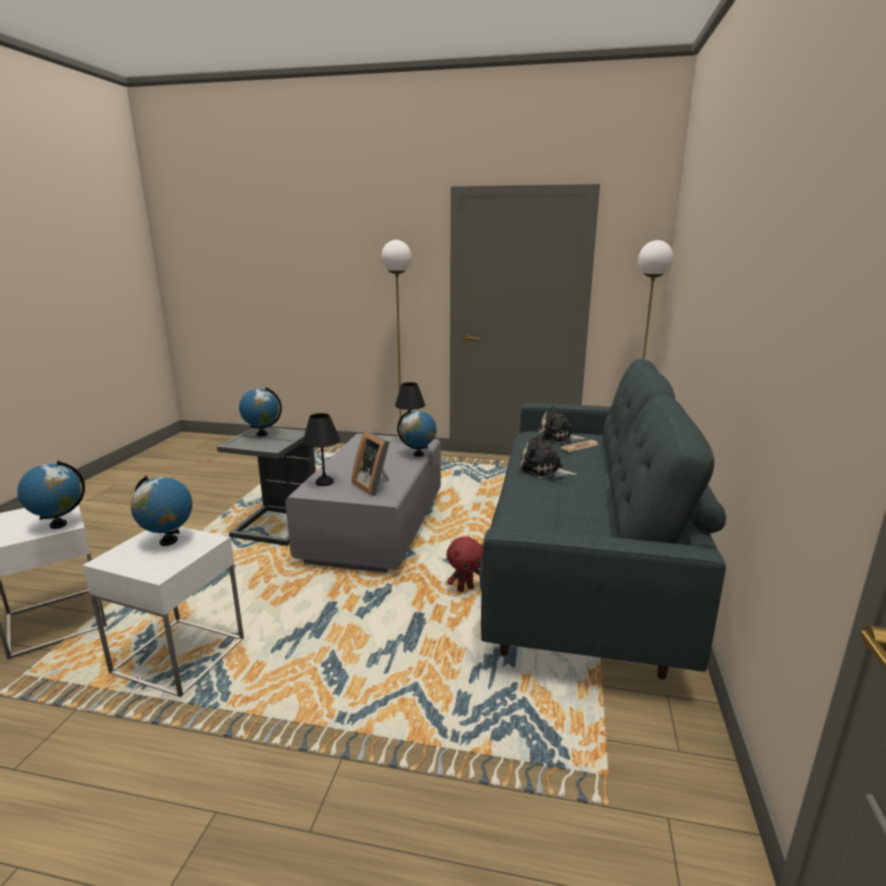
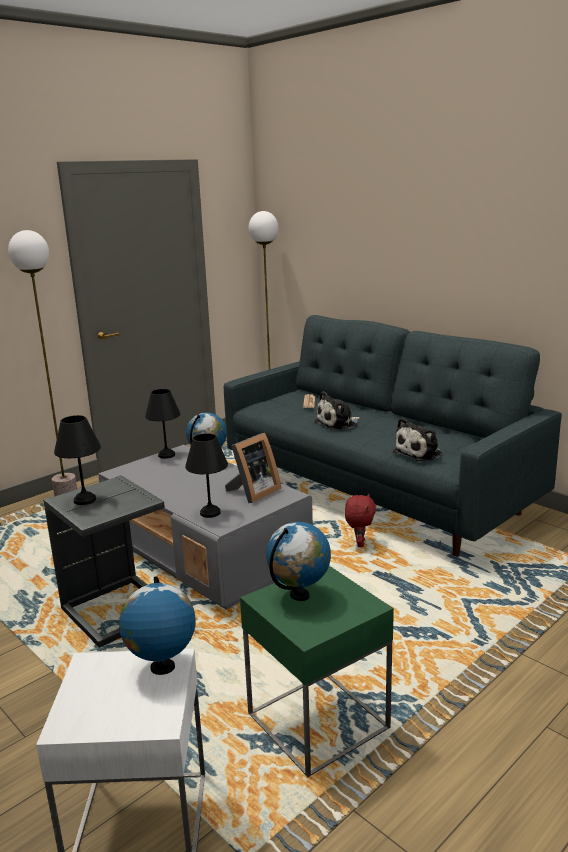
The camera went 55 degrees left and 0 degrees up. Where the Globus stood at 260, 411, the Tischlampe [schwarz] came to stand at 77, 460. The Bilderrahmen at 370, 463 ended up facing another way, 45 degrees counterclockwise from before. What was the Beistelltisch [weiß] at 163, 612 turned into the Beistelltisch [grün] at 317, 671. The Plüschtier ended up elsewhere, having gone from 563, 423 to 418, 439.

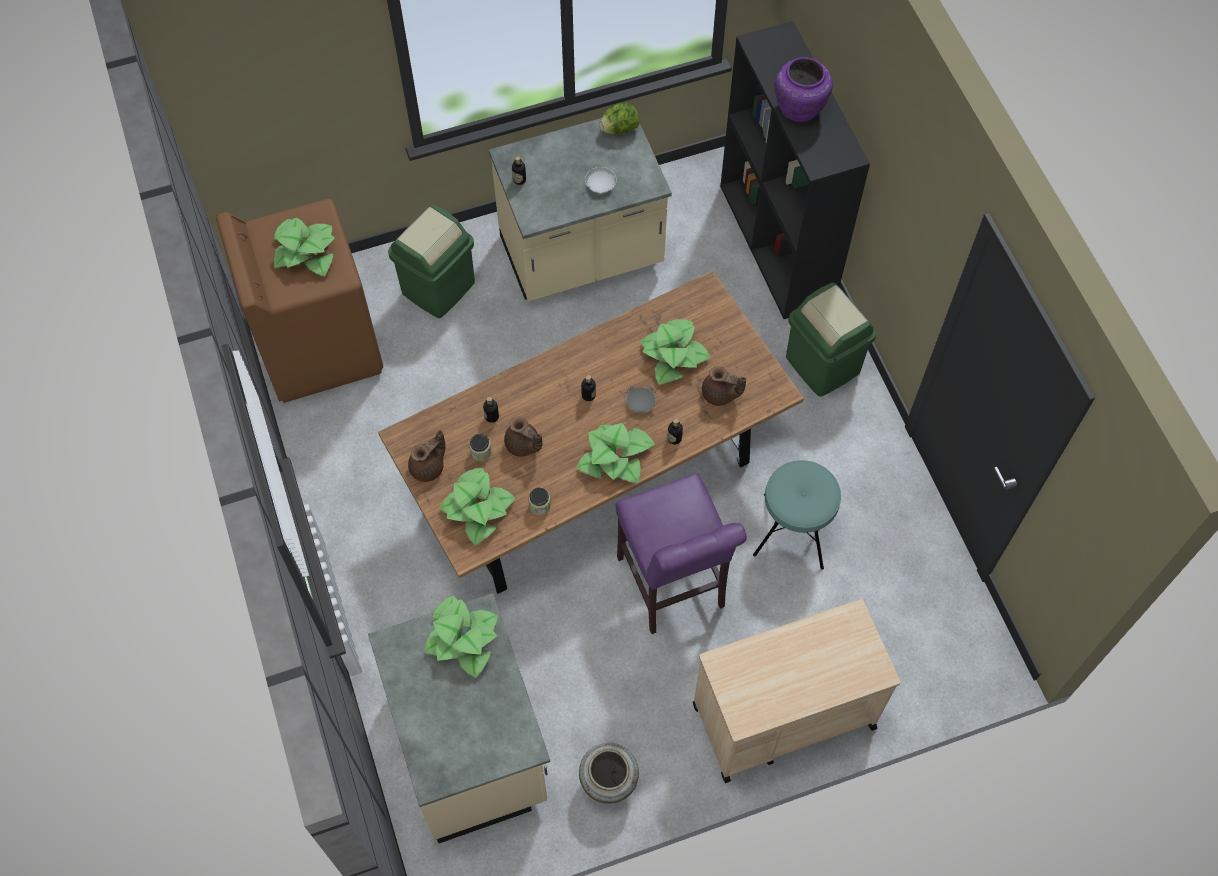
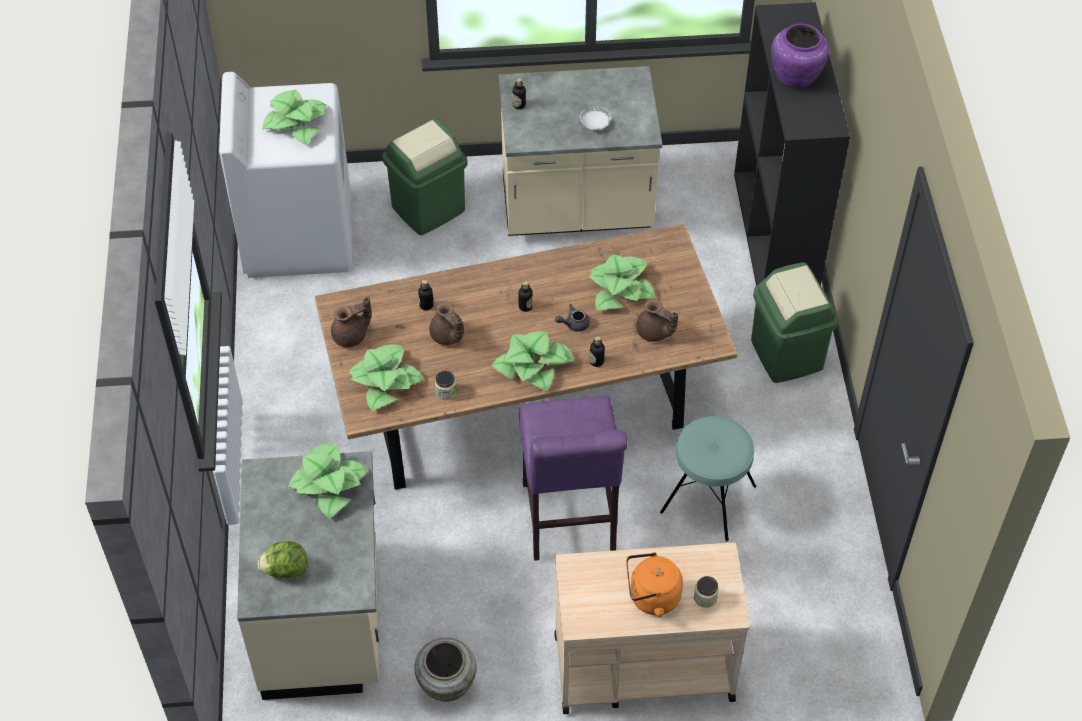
The camera went 15 degrees right and 10 degrees down. What was the Waschmaschine [braun] at 299, 300 turned into the Waschmaschine [weiß] at 285, 175. The Salatkopf ended up elsewhere, having gone from 619, 118 to 283, 559. Where the Teller [grau] stood at 641, 398, the Teekanne [grau] came to stand at 572, 318. The second view gained the Wasserkessel [orange] at 654, 584. The Vorratsglas ended up elsewhere, having gone from 480, 447 to 706, 592.

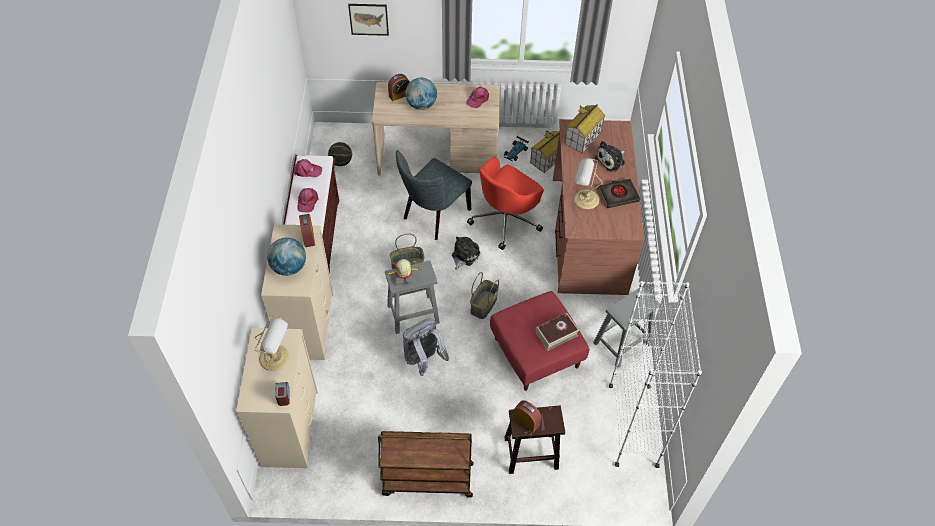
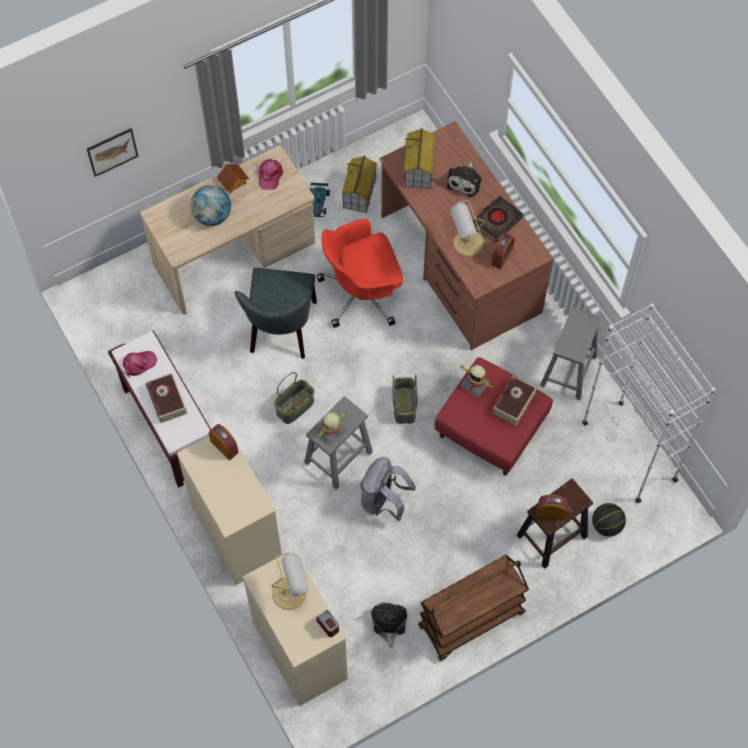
The camera went 30 degrees left and 10 degrees up. Where the Kappe [rosa] stood at 308, 200, the Buch came to stand at 167, 398. The second view gained the Spielzeughaus at 233, 178. The Bürostuhl [rot] at 505, 203 ended up facing another way, 60 degrees clockwise from before. The Plüschtier ended up elsewhere, having gone from 466, 253 to 389, 625. The second view gained the Spielzeugroboter at 476, 381. The Wecker ended up elsewhere, having gone from 399, 87 to 503, 251. The Basketball ended up elsewhere, having gone from 340, 154 to 609, 520. The second view lost the Globus at 286, 257.

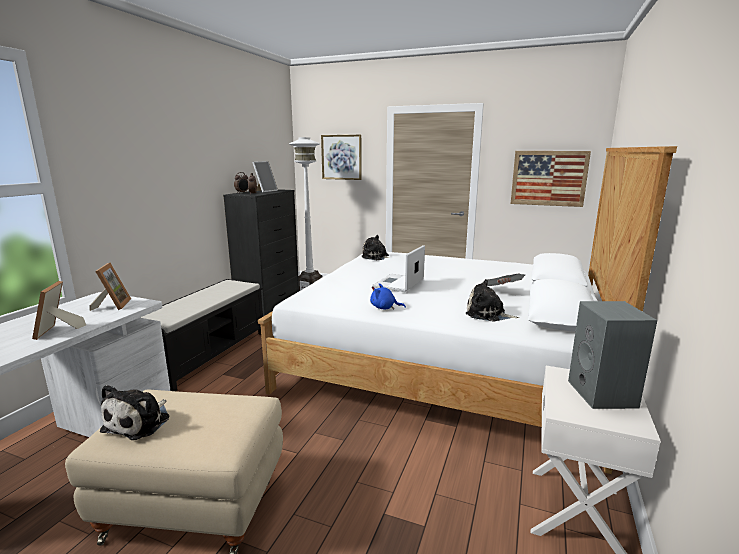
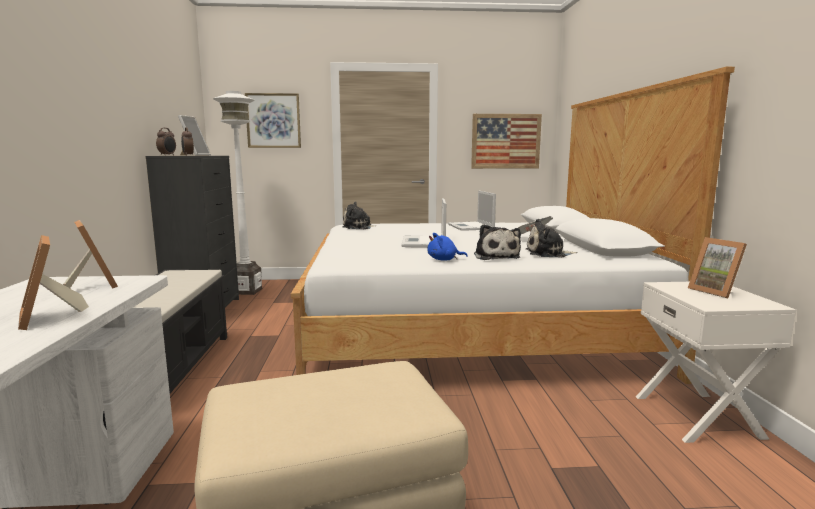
The camera went 25 degrees left and 5 degrees down. The second view gained the Laptop at 472, 210. The Plüschtier ended up elsewhere, having gone from 134, 412 to 497, 242. Where the Lautsprecher [grau] stood at 612, 355, the Bilderrahmen came to stand at 717, 267.

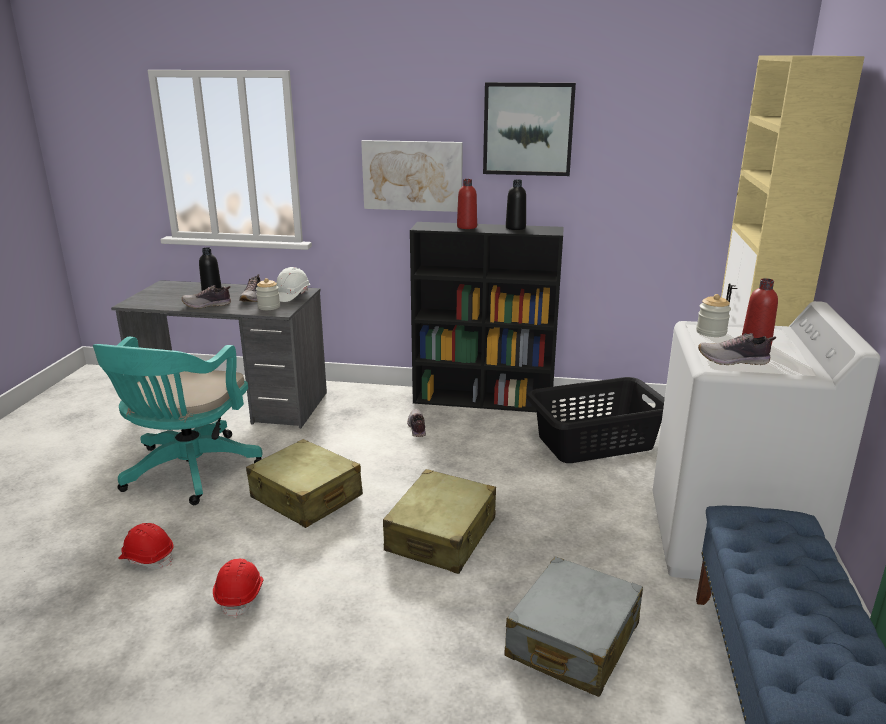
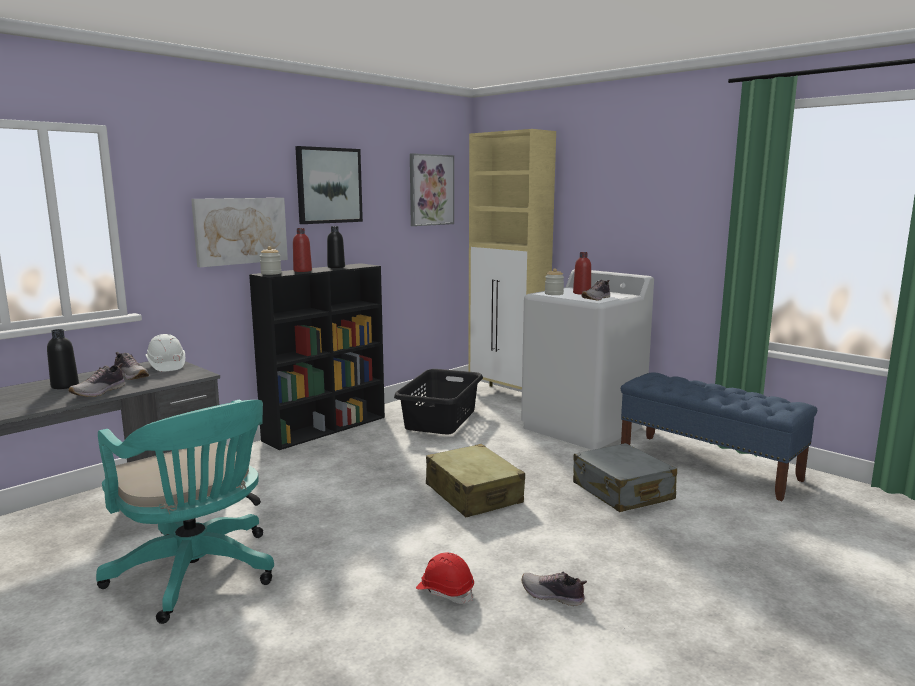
The camera went 55 degrees left and 10 degrees down. The Vorratsglas ended up elsewhere, having gone from 268, 294 to 270, 260. The second view gained the Bild at 432, 189. The Schuh ended up elsewhere, having gone from 416, 423 to 554, 589. The second view lost the Schutzhelm [rot] at 146, 546. The second view lost the Koffer [beige] at 304, 483.

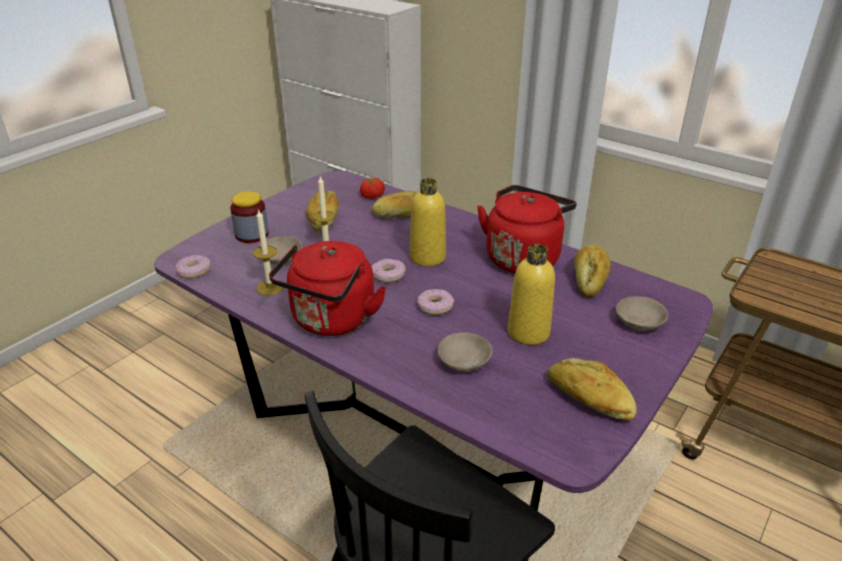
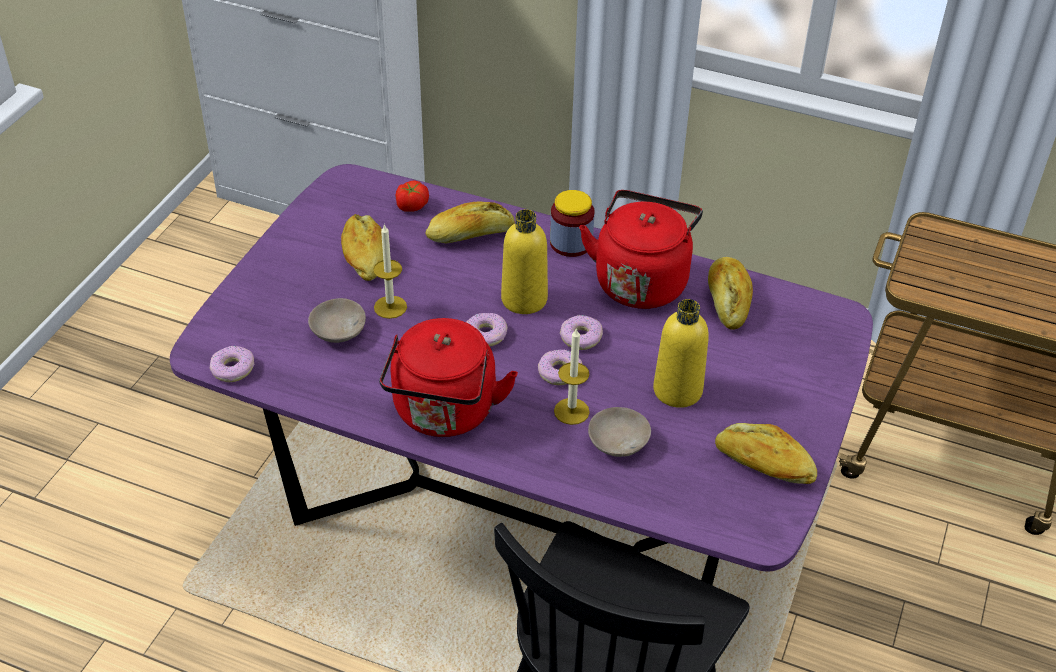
The camera went 15 degrees left and 10 degrees up. The Vorratsglas ended up elsewhere, having gone from 249, 217 to 572, 223. The Kerze ended up elsewhere, having gone from 268, 252 to 572, 376. The second view gained the Donut at 581, 332. The second view lost the Schüssel [beige] at 642, 313.

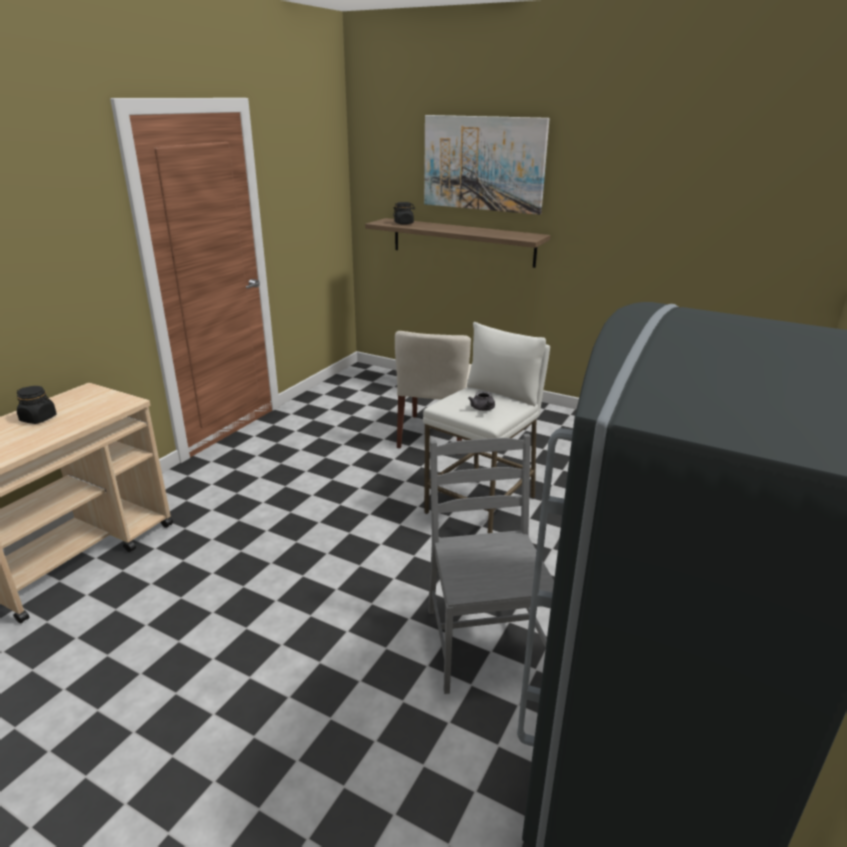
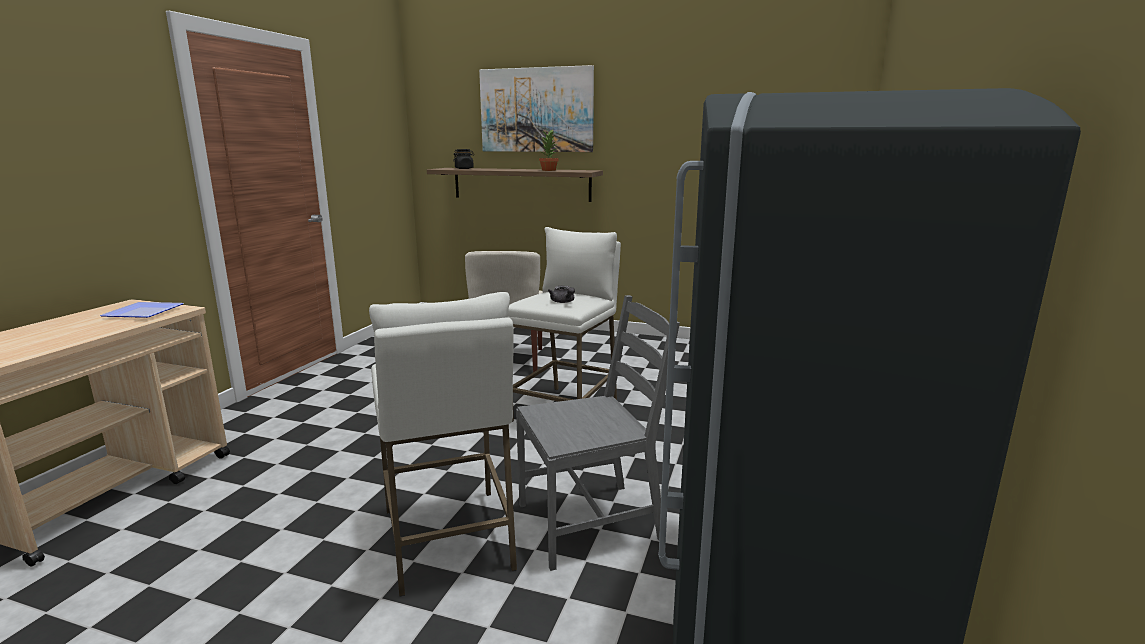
The camera went 10 degrees left and 10 degrees down. The second view gained the Teller at 142, 310. The second view gained the Hocker [weiß] at 443, 444. The Stuhl [grau] at 491, 564 ended up facing another way, 90 degrees clockwise from before. The second view gained the Topfpflanze at 548, 150. The second view lost the Vorratsglas [schwarz] at 36, 405.

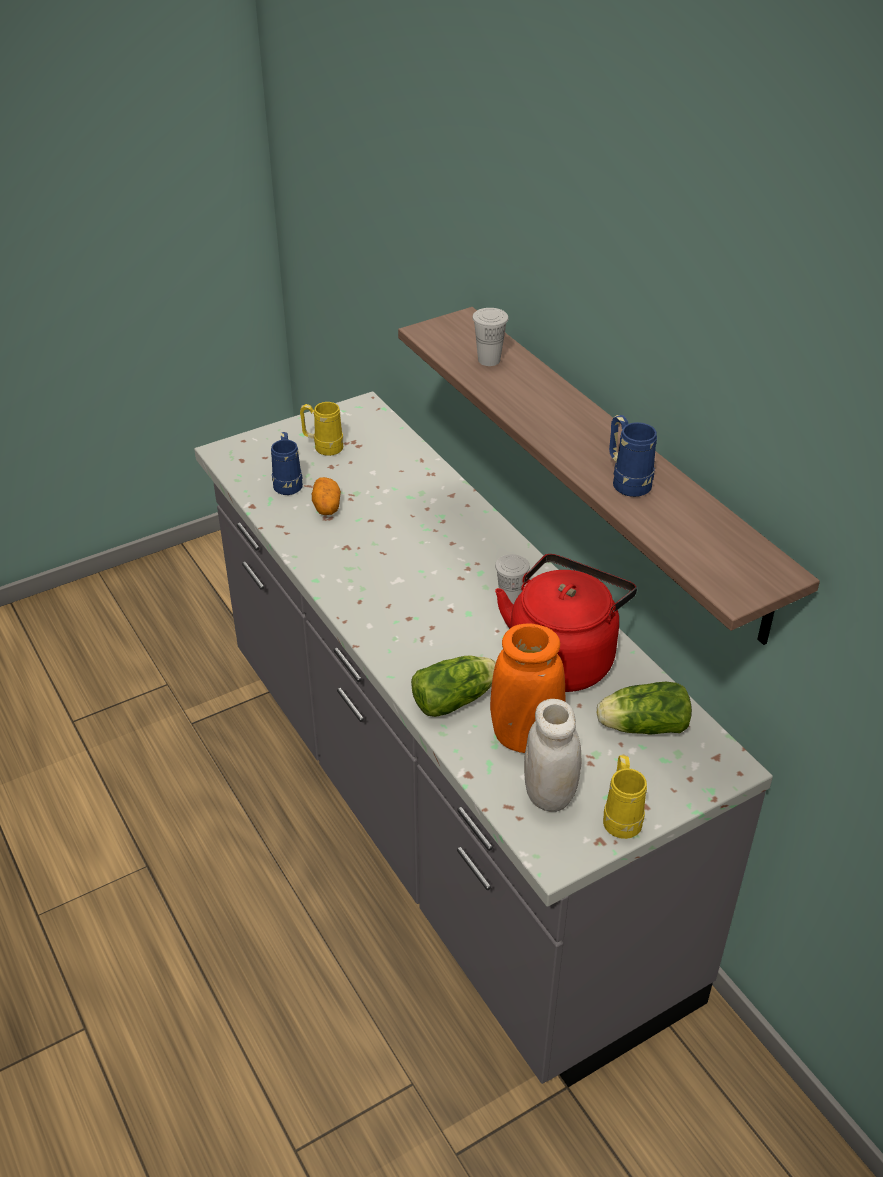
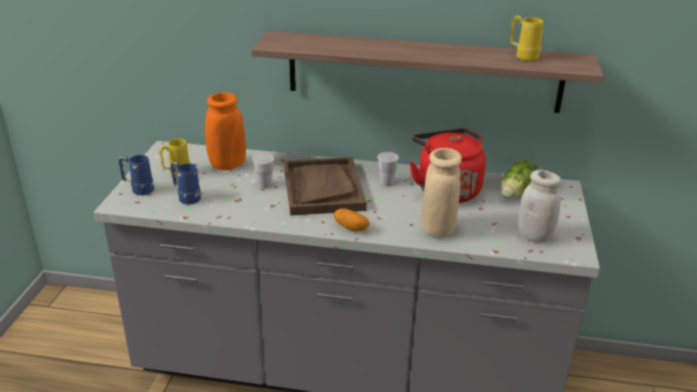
The camera went 50 degrees left and 10 degrees down. The Henkelbecher [blau] ended up elsewhere, having gone from 633, 456 to 136, 175. The Vase [orange] ended up elsewhere, having gone from 528, 688 to 225, 131. The Tasse [weiß] ended up elsewhere, having gone from 490, 337 to 264, 171. The second view gained the Tablett [braun] at 325, 186. The Kartoffel ended up elsewhere, having gone from 326, 496 to 352, 220. Where the Salatkopf stood at 453, 686, the Vase [beige] came to stand at 441, 192. The Henkelbecher [gelb] ended up elsewhere, having gone from 625, 796 to 527, 38.

